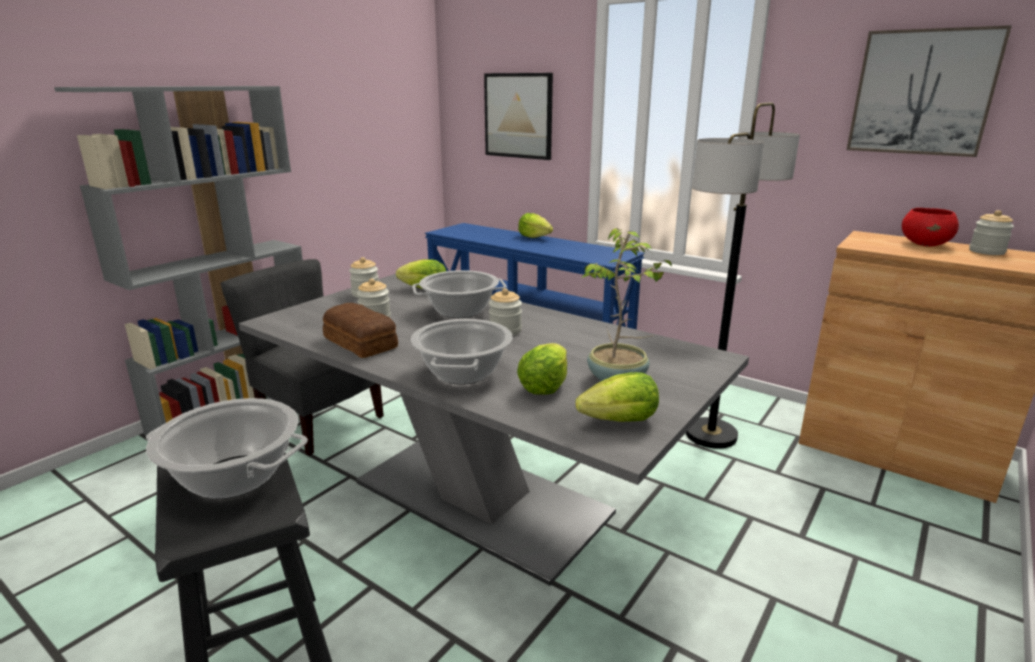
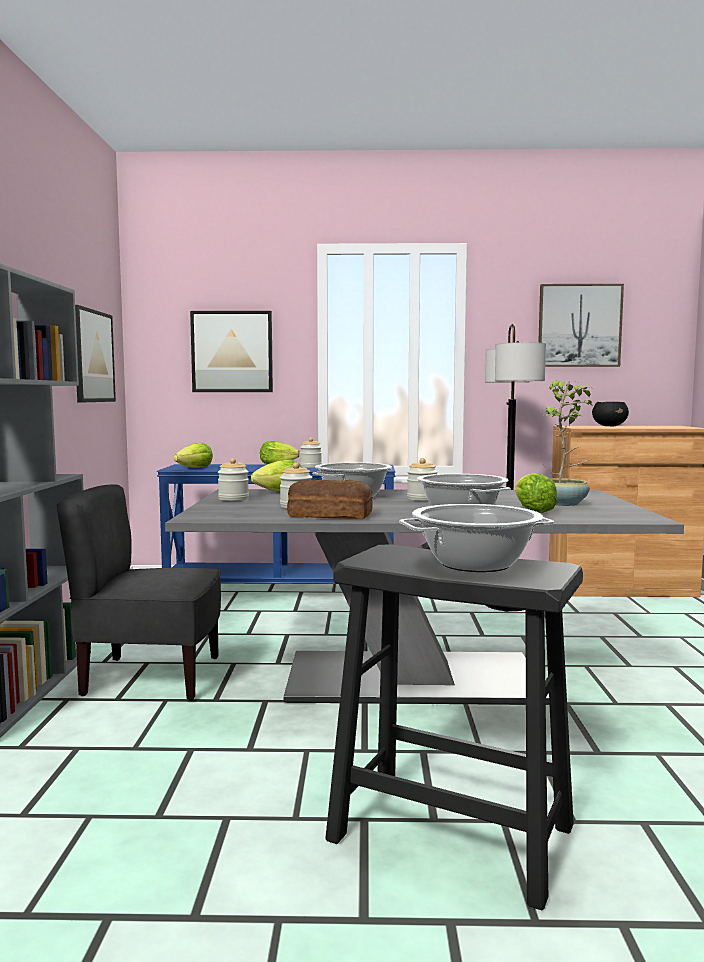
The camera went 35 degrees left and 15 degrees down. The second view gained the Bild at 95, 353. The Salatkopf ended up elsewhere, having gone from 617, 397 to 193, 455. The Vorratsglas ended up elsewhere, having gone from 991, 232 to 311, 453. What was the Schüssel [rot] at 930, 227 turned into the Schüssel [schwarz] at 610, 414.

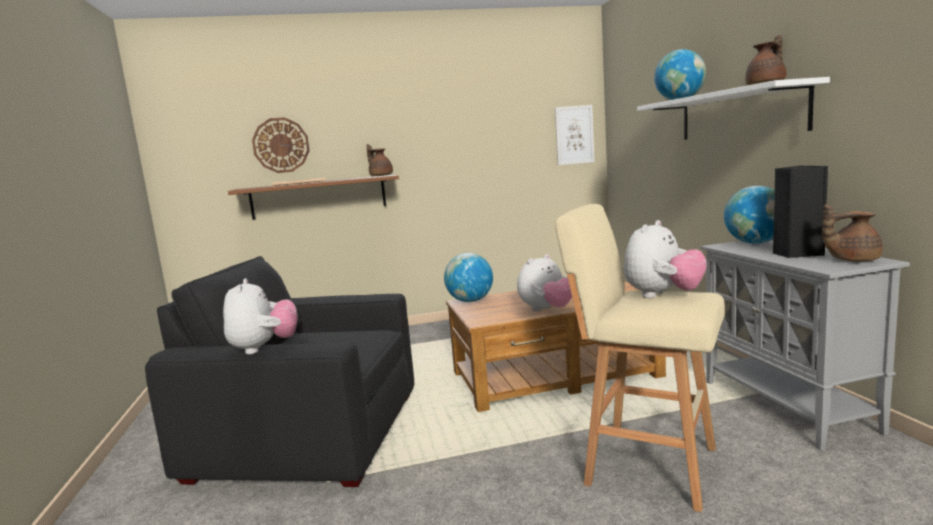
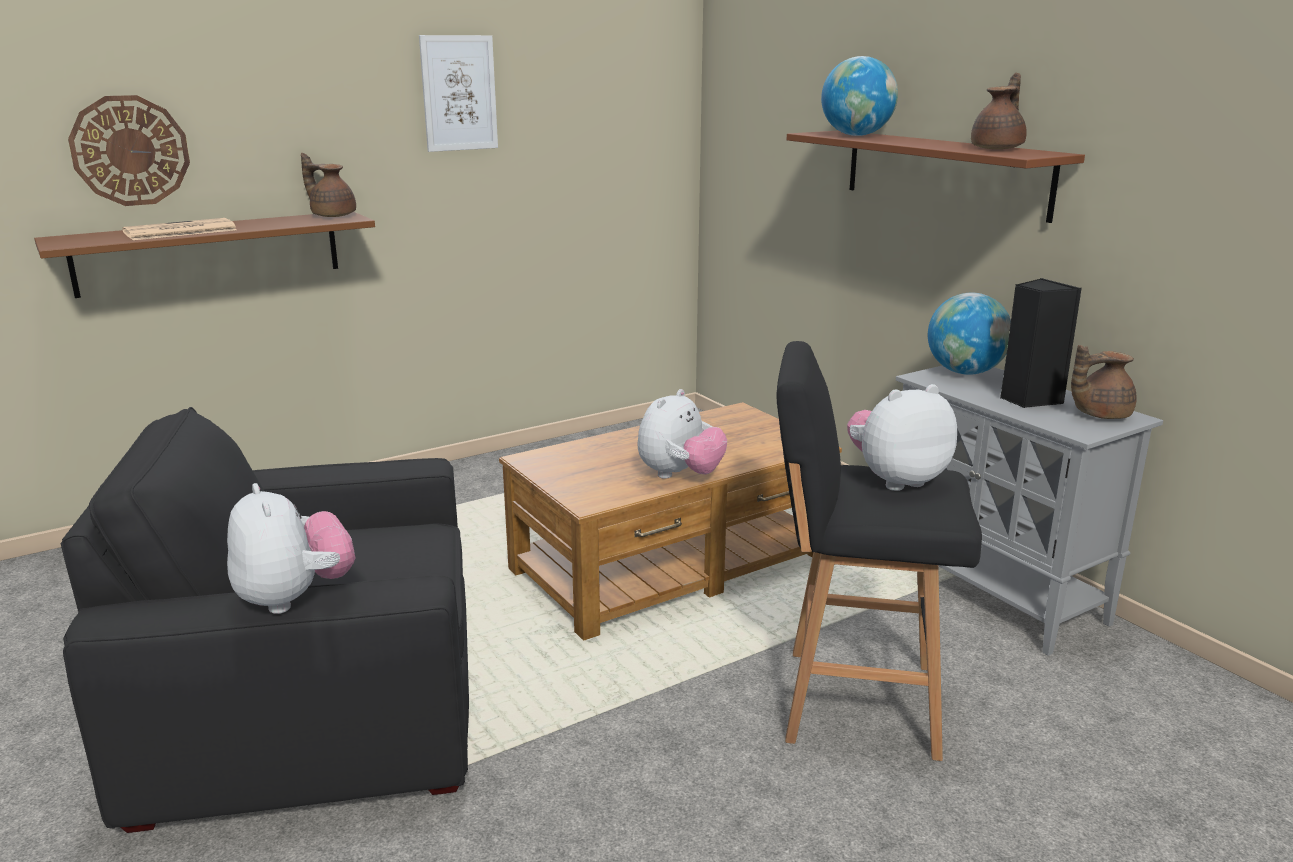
The camera went 20 degrees left and 10 degrees up. The Bild ended up elsewhere, having gone from 574, 135 to 458, 93. What was the Hocker [beige] at 640, 358 turned into the Hocker [schwarz] at 879, 551. What was the Wandregal [weiß] at 733, 108 turned into the Wandregal [braun] at 936, 177. The Plüschtier at 665, 259 ended up facing another way, 135 degrees counterclockwise from before. The second view lost the Globus at 468, 277.

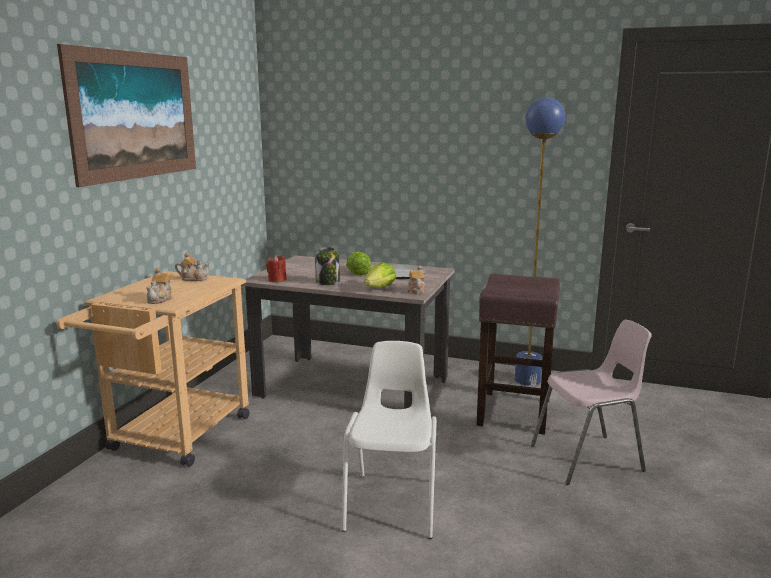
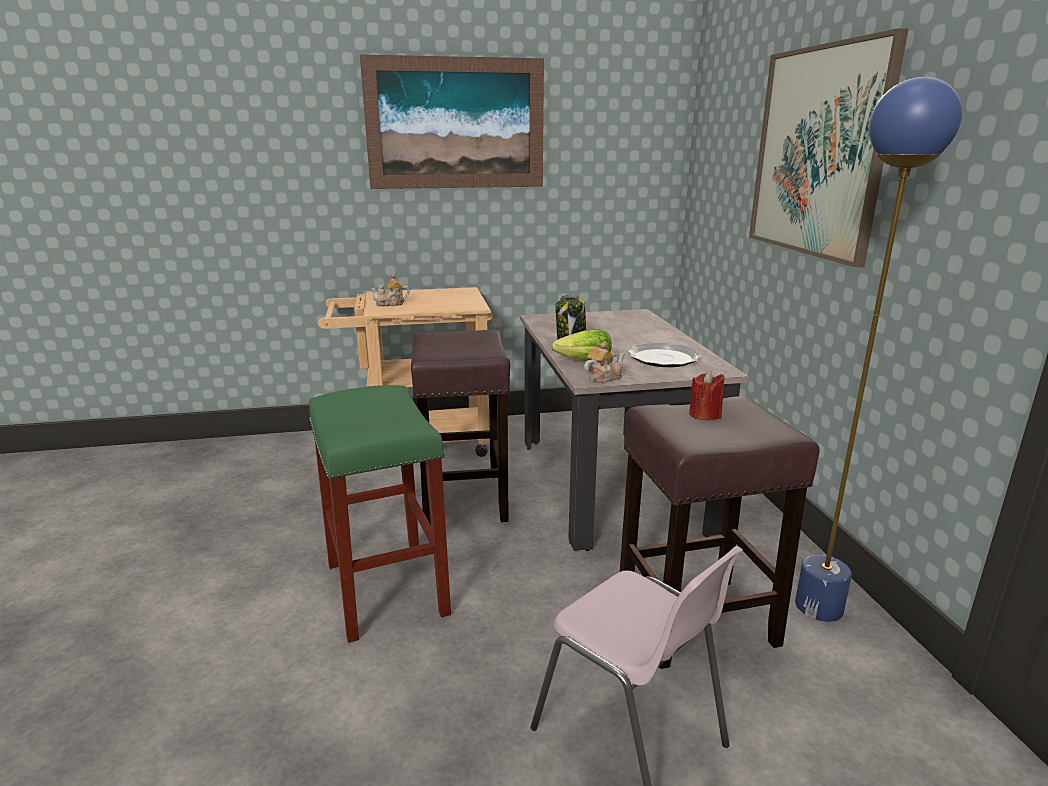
The camera went 60 degrees right and 5 degrees up. Where the Stuhl [weiß] stood at 388, 440, the Hocker [grün] came to stand at 380, 514. The second view gained the Hocker [braun] at 460, 428. The Kerze [rot] ended up elsewhere, having gone from 276, 268 to 706, 395. The second view gained the Bild at 828, 148. The second view lost the Teekanne at 192, 266. The second view lost the Salatkopf at 358, 263.

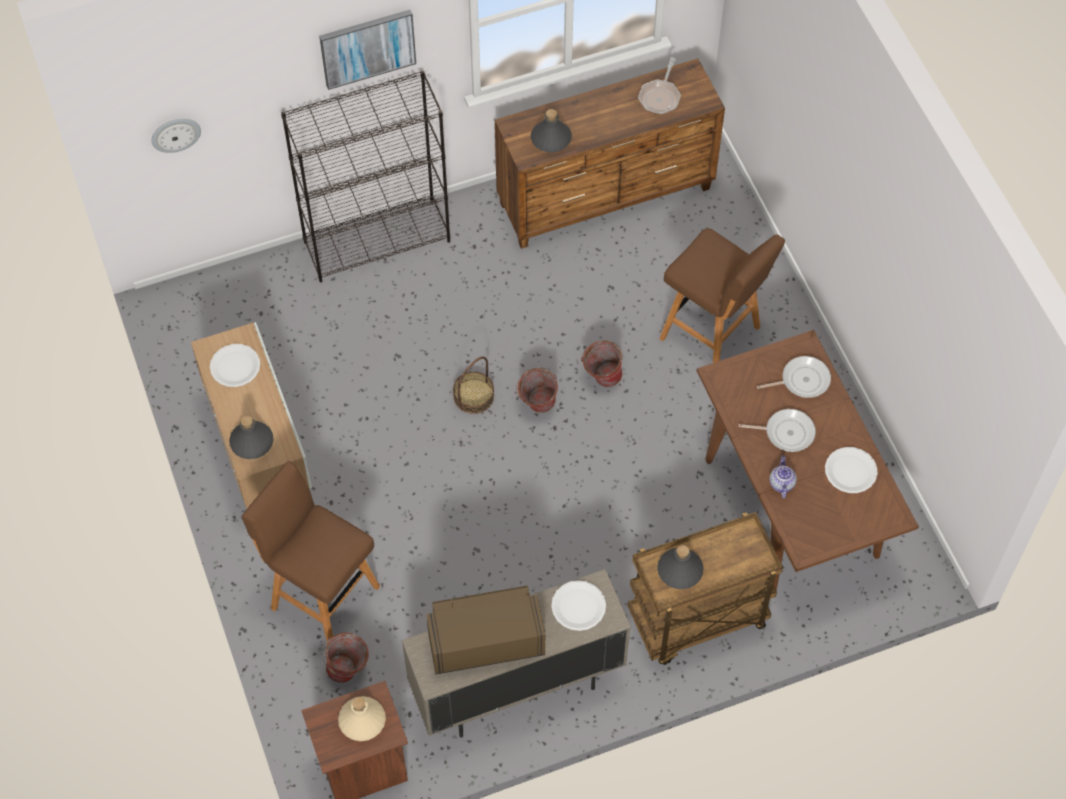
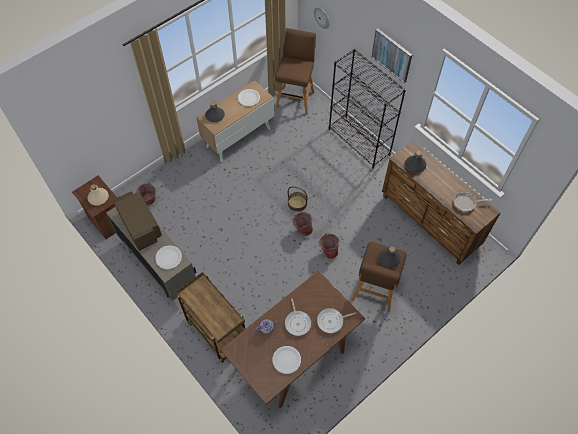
The camera went 70 degrees right and 0 degrees up. The Hocker [braun] ended up elsewhere, having gone from 311, 552 to 295, 71. The Pfanne at 794, 377 ended up facing another way, 105 degrees clockwise from before. The Flasche [grau] ended up elsewhere, having gone from 680, 567 to 389, 257.

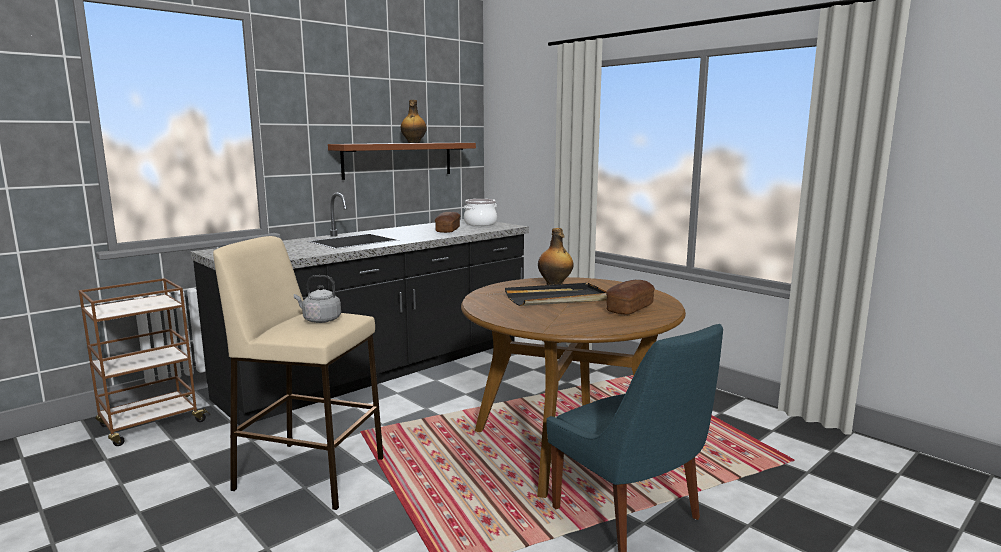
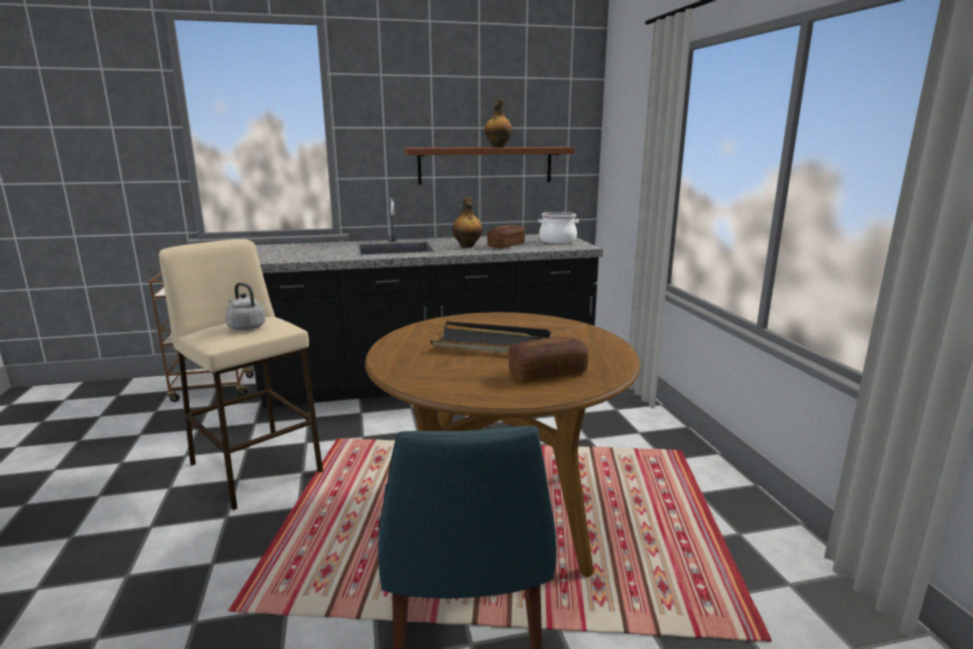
The camera went 30 degrees right and 5 degrees up. The Flasche ended up elsewhere, having gone from 555, 256 to 467, 222.

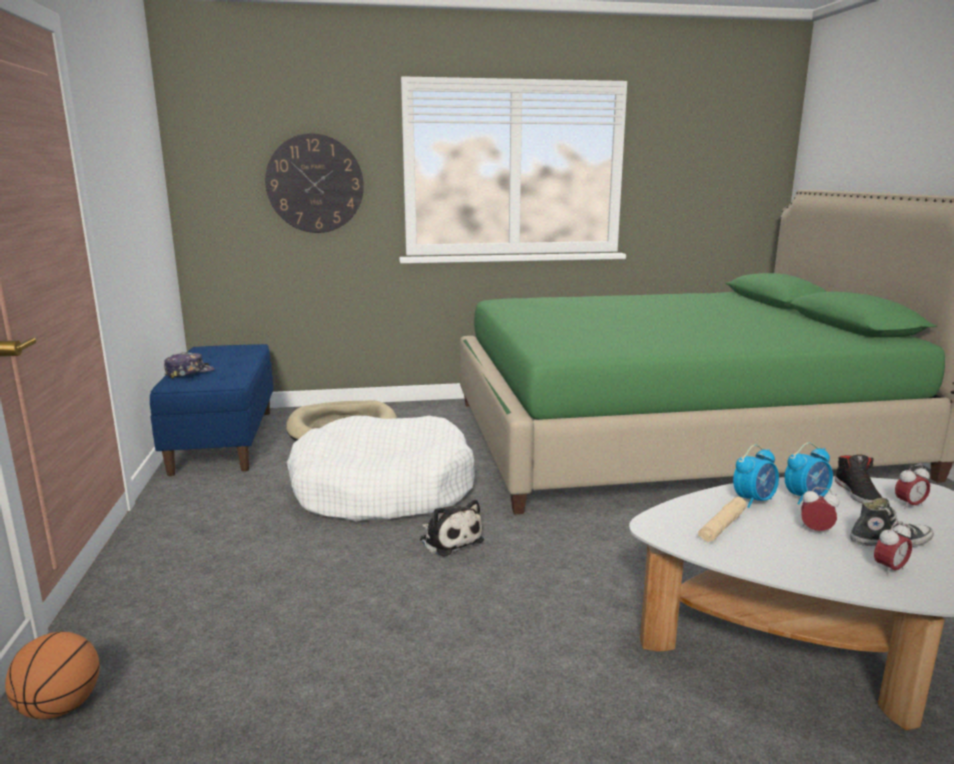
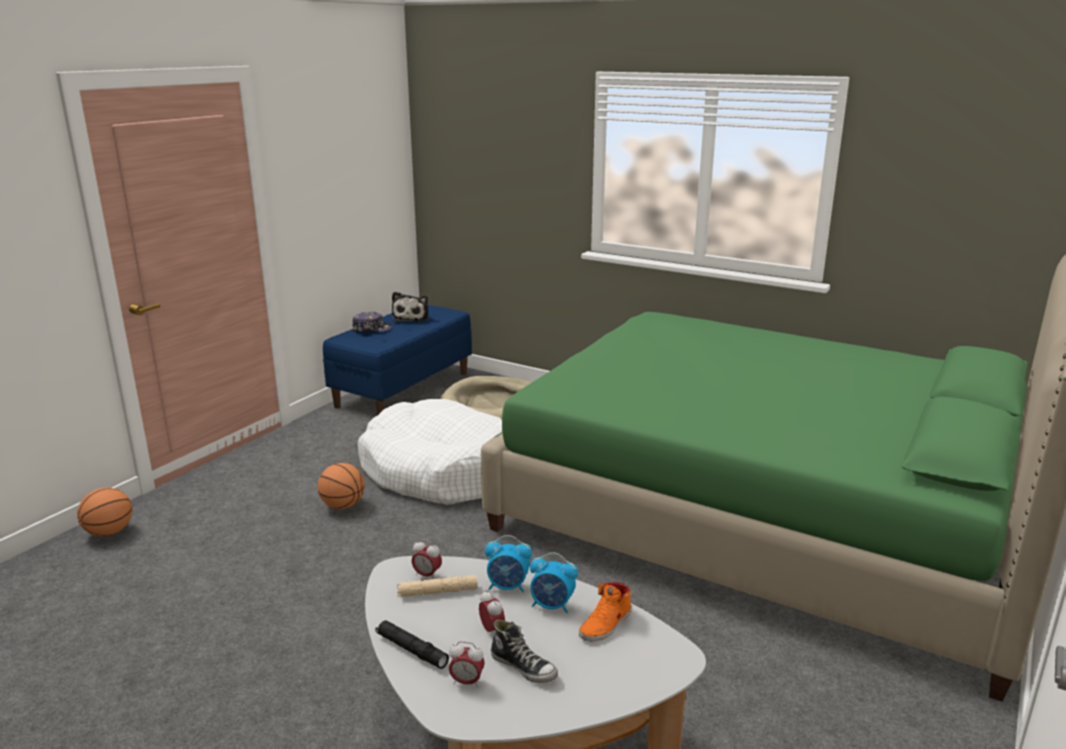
The camera went 40 degrees right and 5 degrees up. The second view gained the Basketball at 341, 486. The second view gained the Taschenlampe [schwarz] at 412, 644. The Plüschtier ended up elsewhere, having gone from 452, 528 to 410, 307. The Wecker ended up elsewhere, having gone from 912, 486 to 427, 559. What was the Schuh [schwarz] at 858, 478 turned into the Schuh [orange] at 605, 612. The second view lost the Wanduhr at 314, 183.

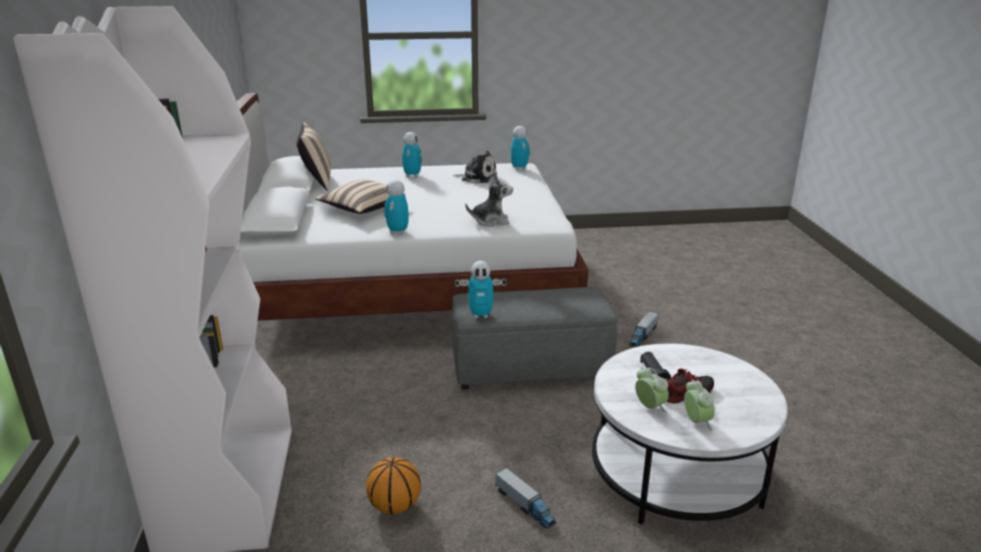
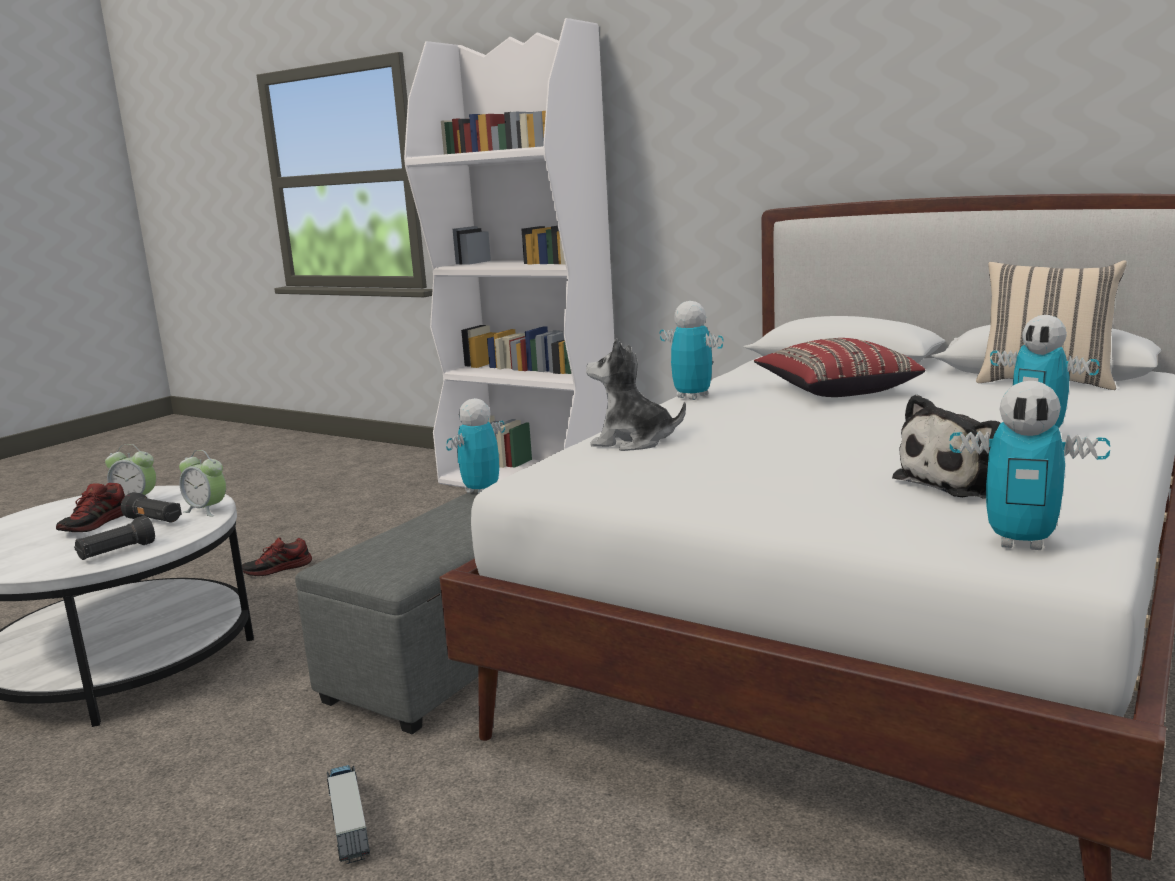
The camera went 130 degrees right and 10 degrees down. The second view gained the Taschenlampe [schwarz] at 114, 538. The Wecker ended up elsewhere, having gone from 699, 405 to 202, 483. Where the Spielzeuglaster stood at 526, 498, the Schuh came to stand at 277, 557. The Plüschtier at 489, 200 ended up facing another way, 75 degrees clockwise from before. What was the Kissen [beige] at 360, 196 turned into the Kissen [rot] at 839, 367. The second view lost the Basketball at 393, 485.

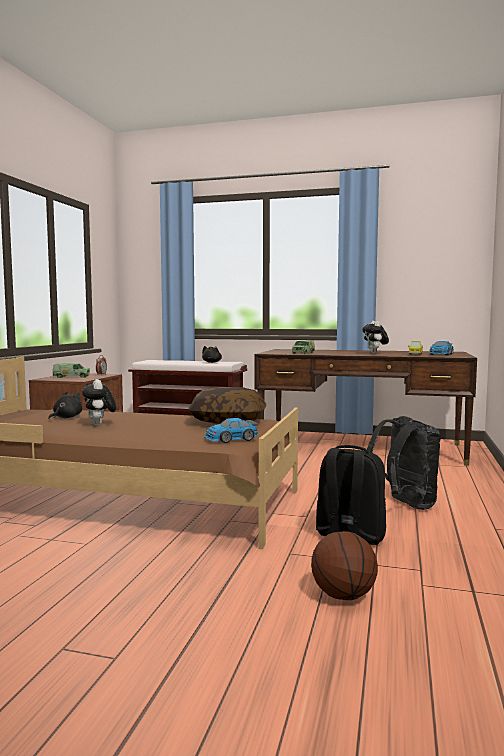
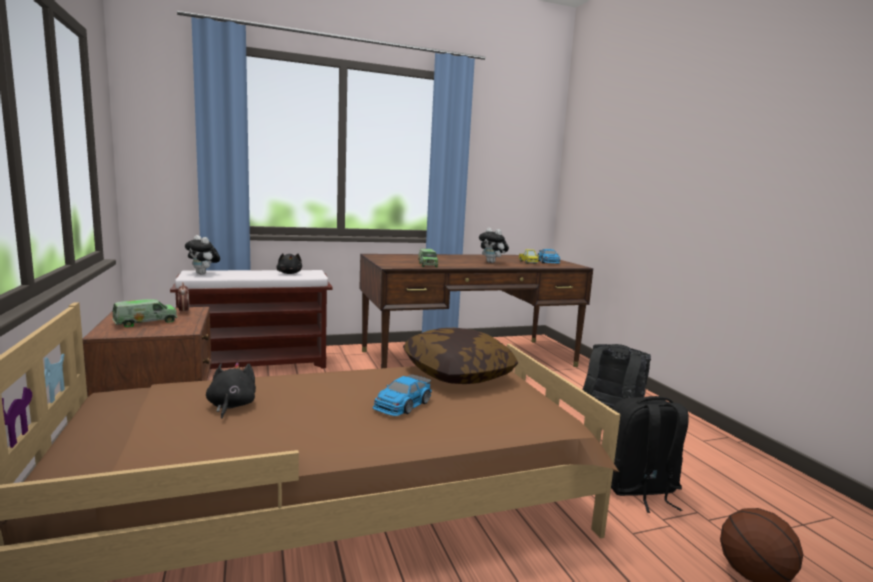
The camera went 35 degrees left and 5 degrees up. The Plüschtier ended up elsewhere, having gone from 99, 402 to 202, 255. The Spielzeugauto ended up elsewhere, having gone from 231, 430 to 402, 395.

